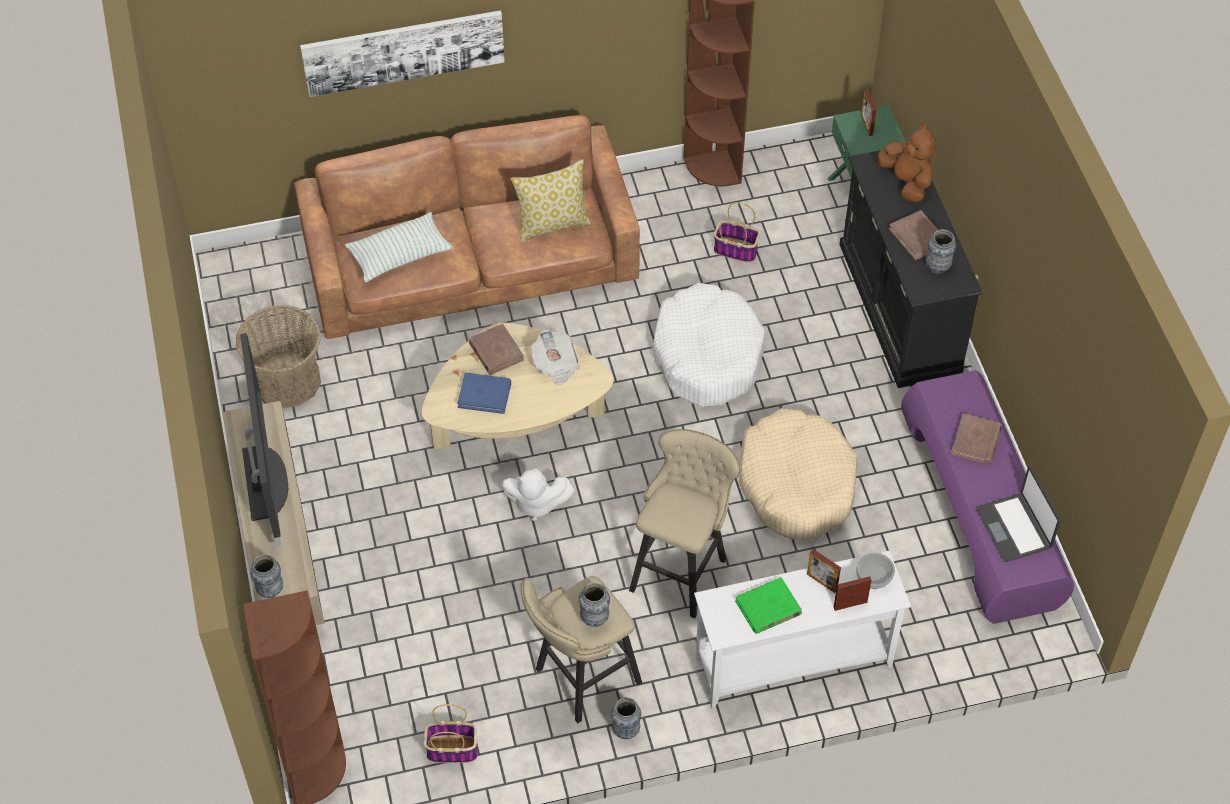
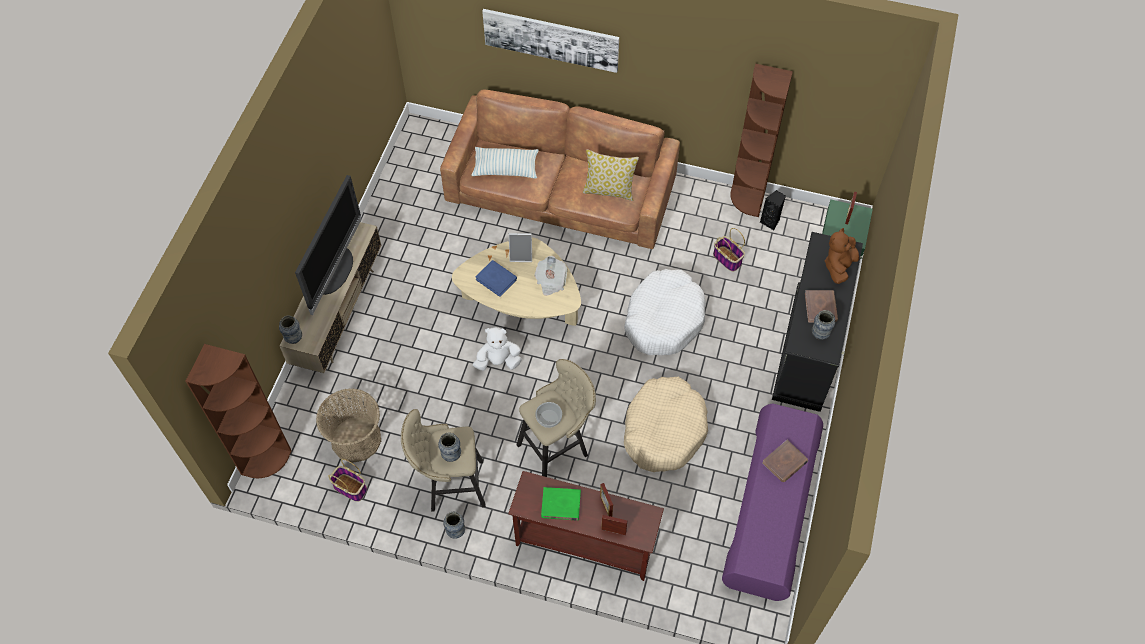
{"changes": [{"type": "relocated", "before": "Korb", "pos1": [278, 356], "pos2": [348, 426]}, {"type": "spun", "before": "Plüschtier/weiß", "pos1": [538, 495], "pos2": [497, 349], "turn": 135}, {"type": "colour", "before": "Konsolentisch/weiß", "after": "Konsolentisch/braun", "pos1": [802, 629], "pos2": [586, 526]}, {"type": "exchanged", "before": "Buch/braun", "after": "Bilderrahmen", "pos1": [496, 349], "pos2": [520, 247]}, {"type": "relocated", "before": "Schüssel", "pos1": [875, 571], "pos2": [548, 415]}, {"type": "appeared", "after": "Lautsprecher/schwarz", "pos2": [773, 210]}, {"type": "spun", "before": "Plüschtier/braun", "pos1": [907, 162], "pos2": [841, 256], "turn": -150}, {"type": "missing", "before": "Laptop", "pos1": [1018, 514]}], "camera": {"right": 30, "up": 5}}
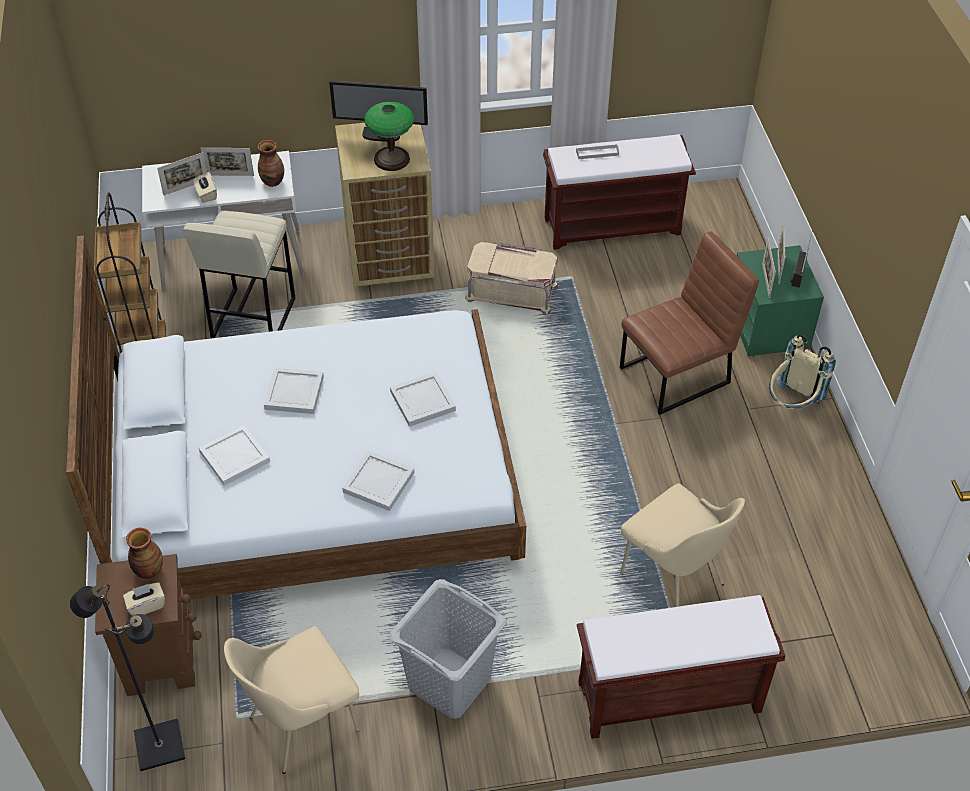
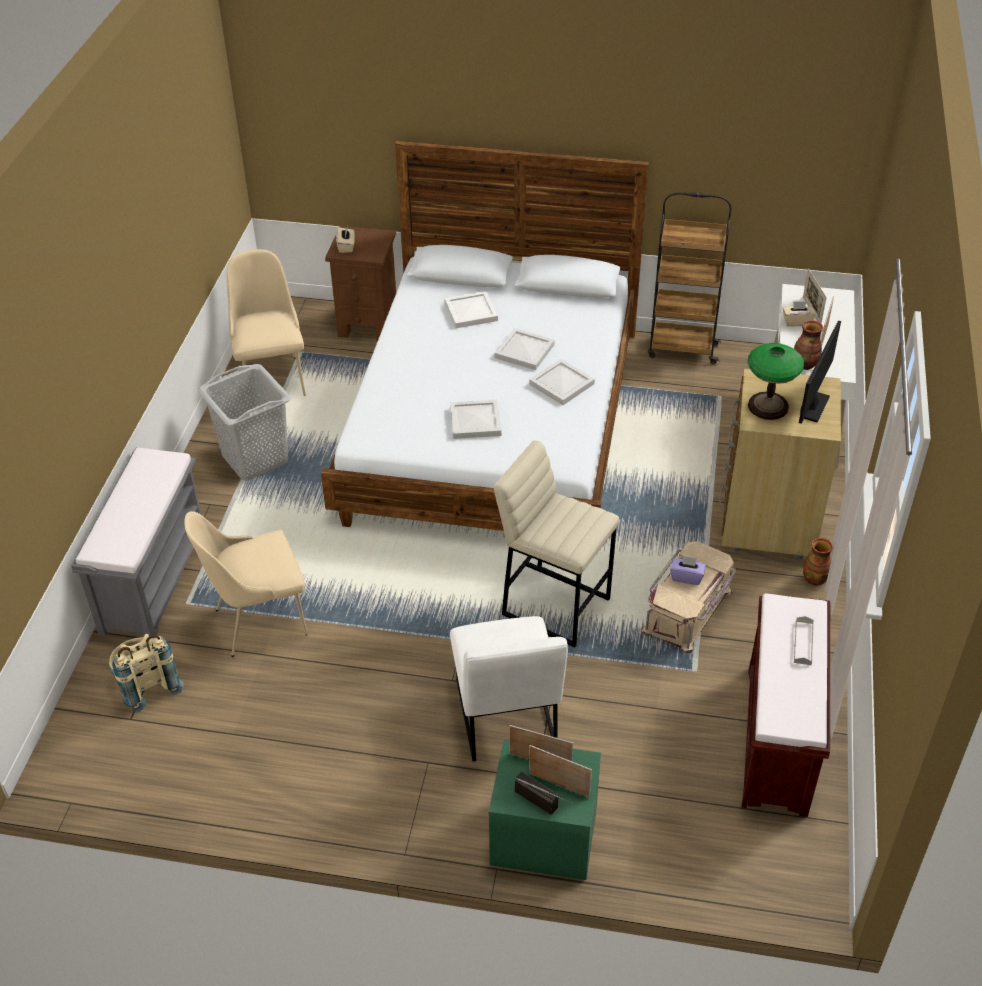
{"changes": [{"type": "colour", "before": "Bank/braun", "after": "Bank/grau", "pos1": [681, 667], "pos2": [136, 543]}, {"type": "relocated", "before": "Rucksack/beige", "pos1": [802, 371], "pos2": [146, 673]}, {"type": "colour", "before": "Stuhl/braun", "after": "Stuhl/weiß", "pos1": [689, 323], "pos2": [509, 688]}, {"type": "relocated", "before": "Hocker/beige", "pos1": [239, 274], "pos2": [556, 544]}, {"type": "relocated", "before": "Tablett/weiß", "pos1": [378, 481], "pos2": [562, 382]}, {"type": "appeared", "after": "Taschentuchbox/lila", "pos2": [688, 570]}, {"type": "relocated", "before": "Vase", "pos1": [144, 553], "pos2": [818, 562]}, {"type": "missing", "before": "Stehlampe/schwarz", "pos1": [127, 677]}], "camera": {"right": 110, "up": -5}}
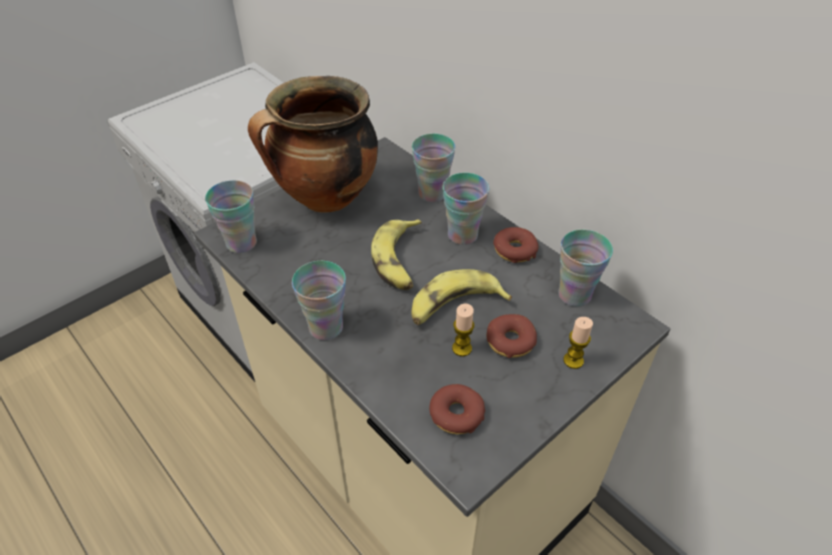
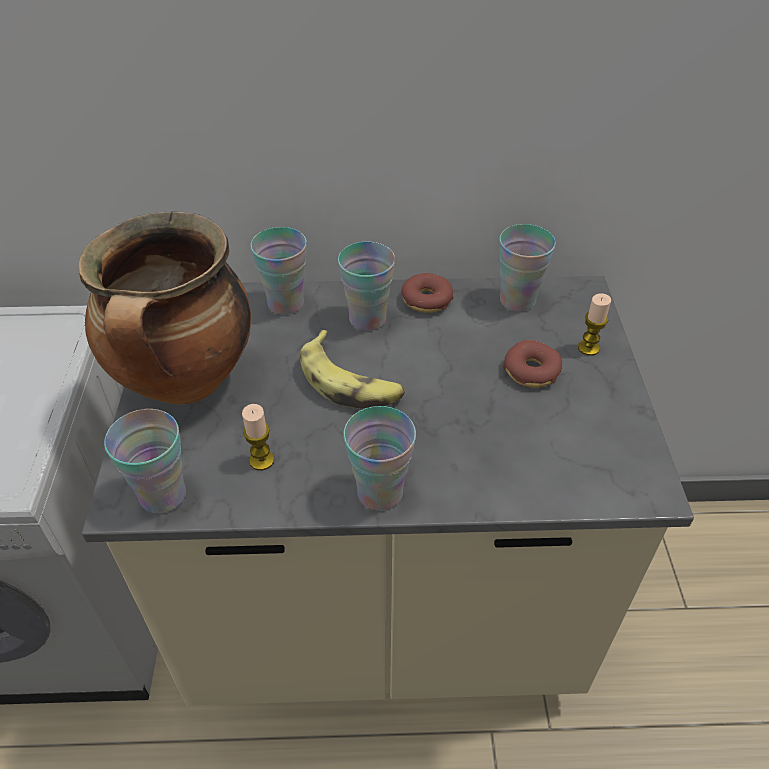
{"changes": [{"type": "relocated", "before": "Kerze", "pos1": [463, 330], "pos2": [258, 437]}, {"type": "missing", "before": "Banane", "pos1": [461, 297]}, {"type": "missing", "before": "Donut", "pos1": [457, 409]}], "camera": {"right": -50, "up": 0}}
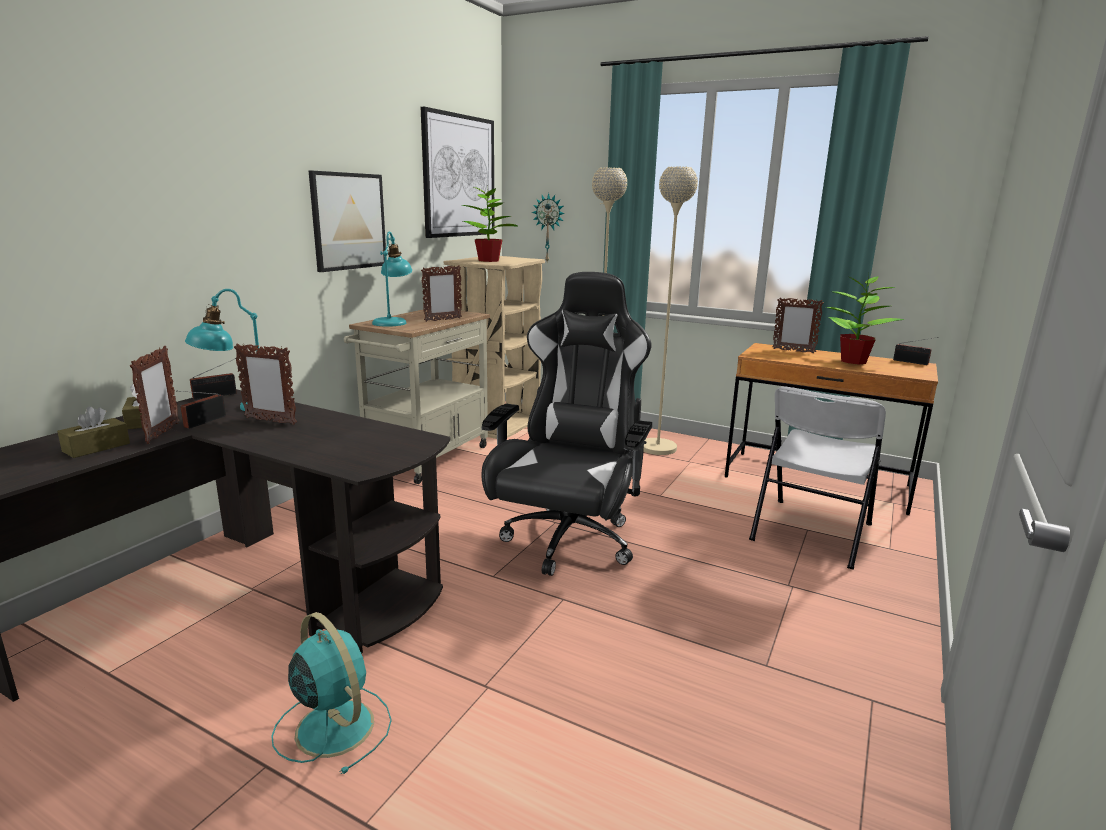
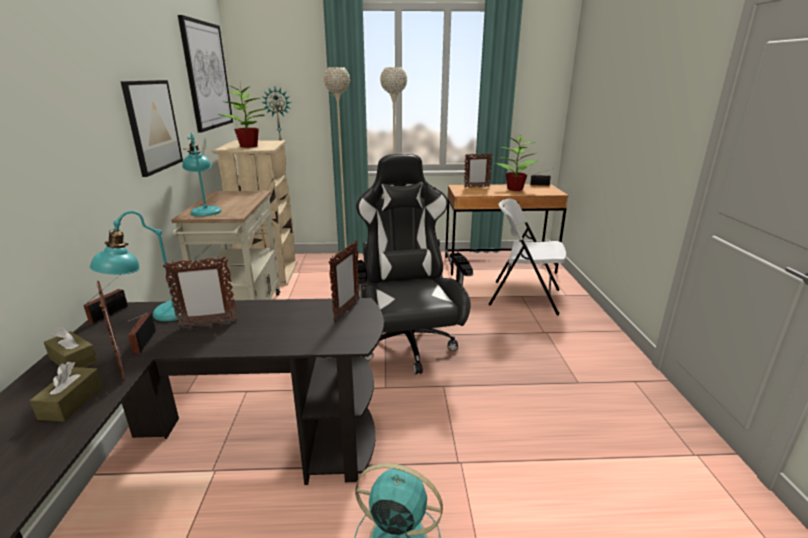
{"changes": [{"type": "relocated", "before": "Bilderrahmen", "pos1": [441, 293], "pos2": [344, 281]}, {"type": "spun", "before": "Stuhl/weiß", "pos1": [817, 478], "pos2": [527, 257], "turn": 105}], "camera": {"right": -30, "up": 5}}
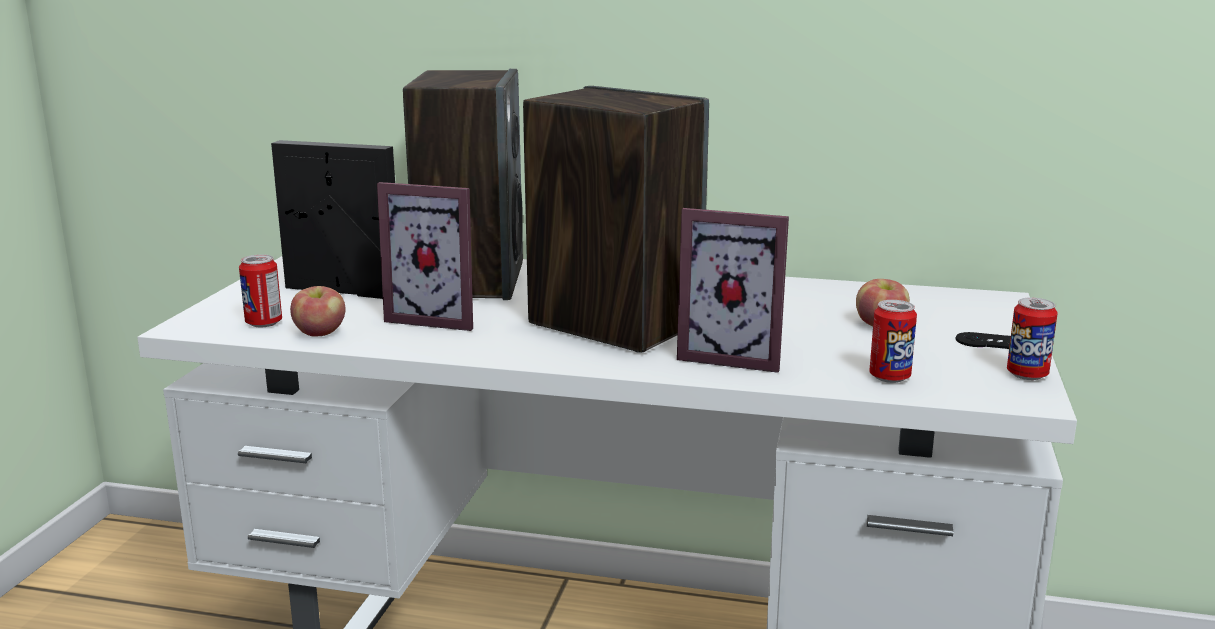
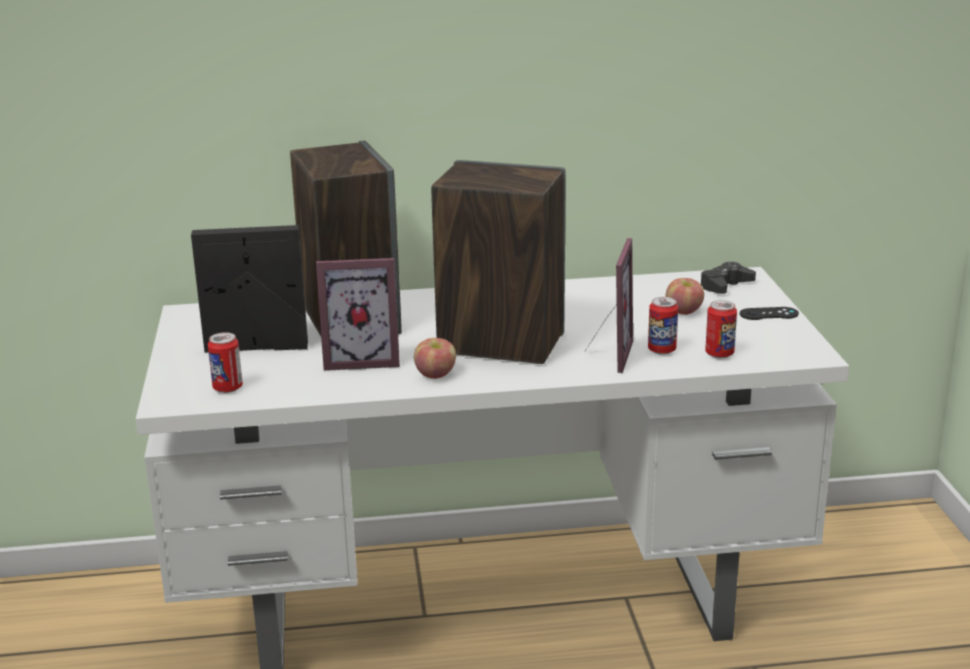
{"changes": [{"type": "relocated", "before": "Apfel", "pos1": [318, 311], "pos2": [435, 358]}, {"type": "spun", "before": "Bilderrahmen", "pos1": [733, 290], "pos2": [608, 305], "turn": -75}, {"type": "relocated", "before": "Dose", "pos1": [1032, 338], "pos2": [663, 326]}, {"type": "appeared", "after": "Gamepad/schwarz", "pos2": [728, 278]}], "camera": {"right": -20, "up": 5}}
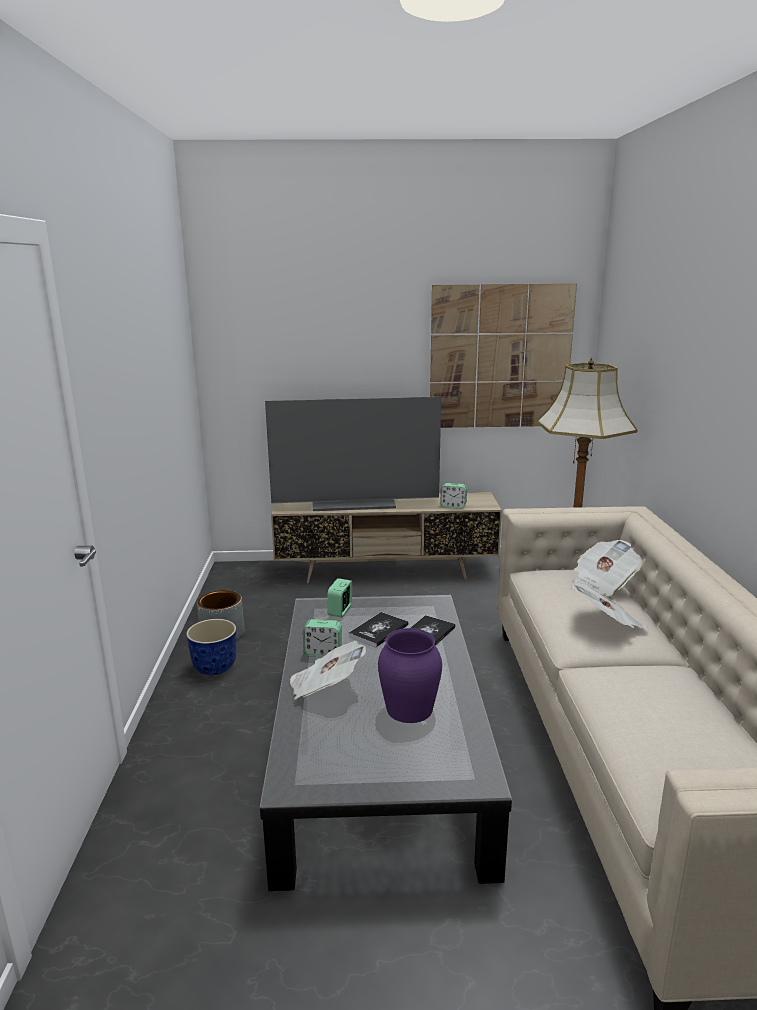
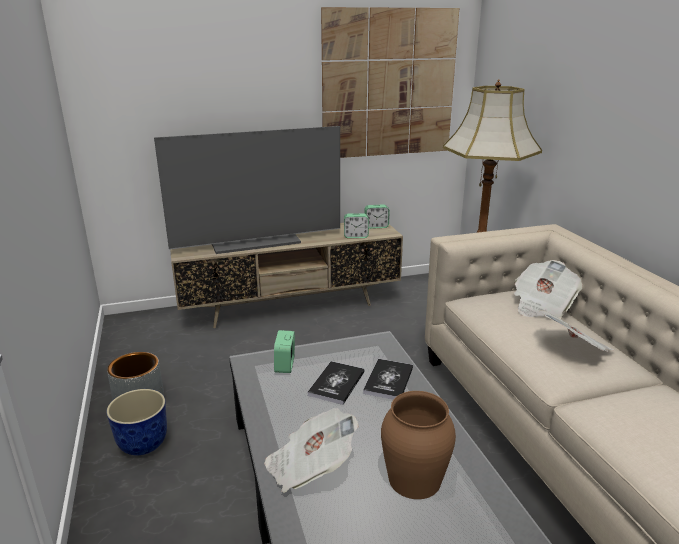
{"changes": [{"type": "relocated", "before": "Wecker", "pos1": [322, 638], "pos2": [376, 216]}, {"type": "colour", "before": "Vase/lila", "after": "Vase/braun", "pos1": [410, 675], "pos2": [418, 445]}], "camera": {"right": -15, "up": 5}}
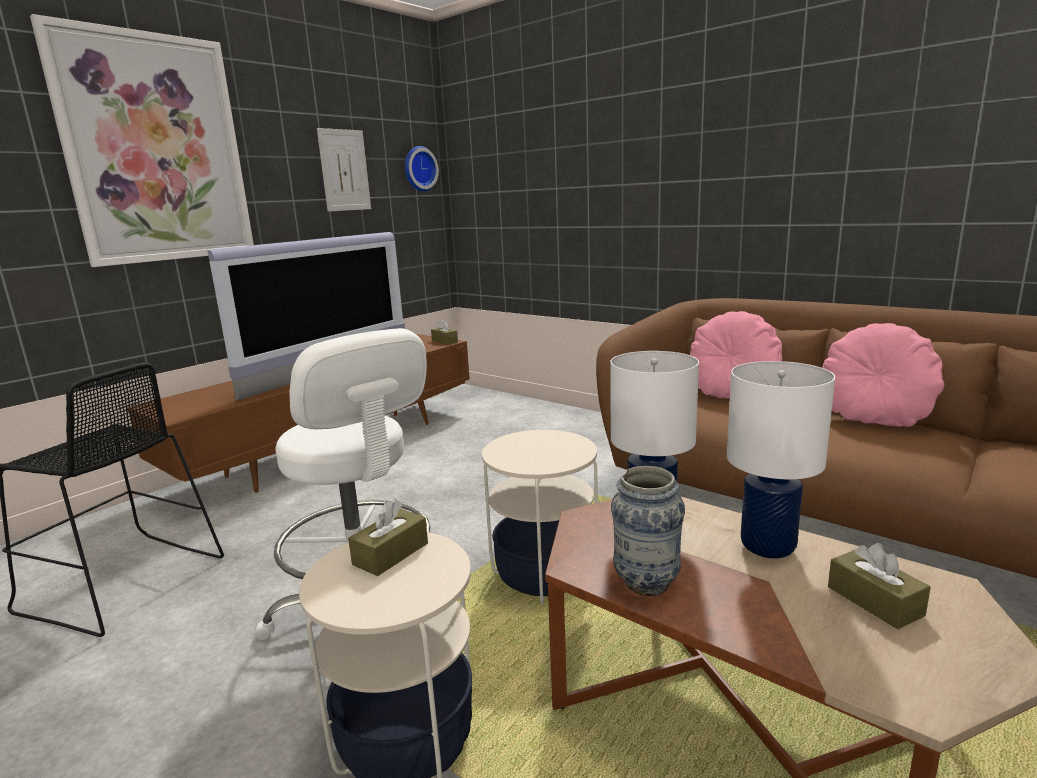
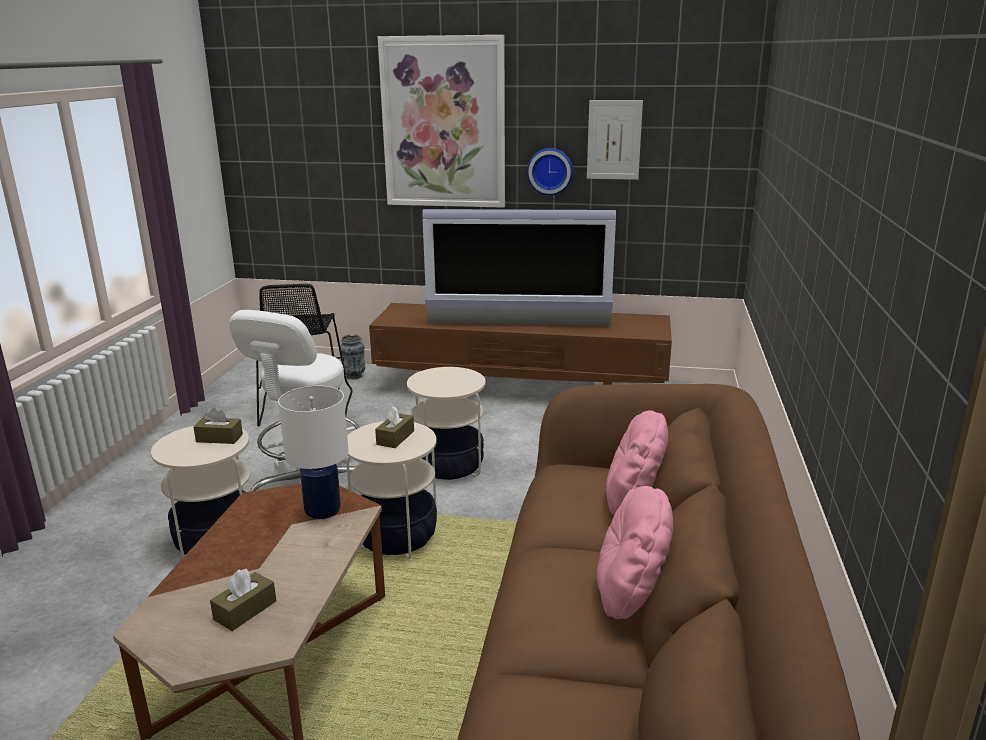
{"changes": [{"type": "relocated", "before": "Vase", "pos1": [648, 531], "pos2": [352, 356]}, {"type": "relocated", "before": "Taschentuchbox/braun", "pos1": [444, 332], "pos2": [394, 427]}, {"type": "appeared", "after": "Beistelltisch/beige", "pos2": [446, 424]}, {"type": "relocated", "before": "Wanduhr", "pos1": [422, 168], "pos2": [550, 171]}, {"type": "missing", "before": "Tischlampe/weiß", "pos1": [781, 460]}], "camera": {"right": 60, "up": 5}}
